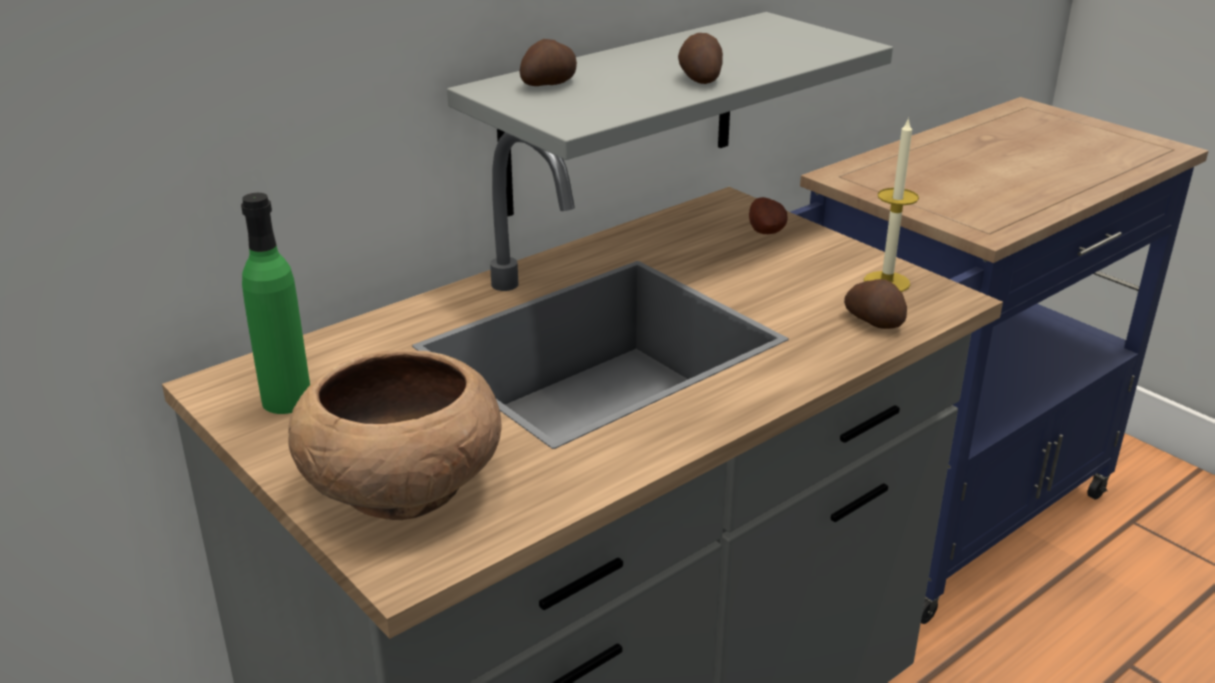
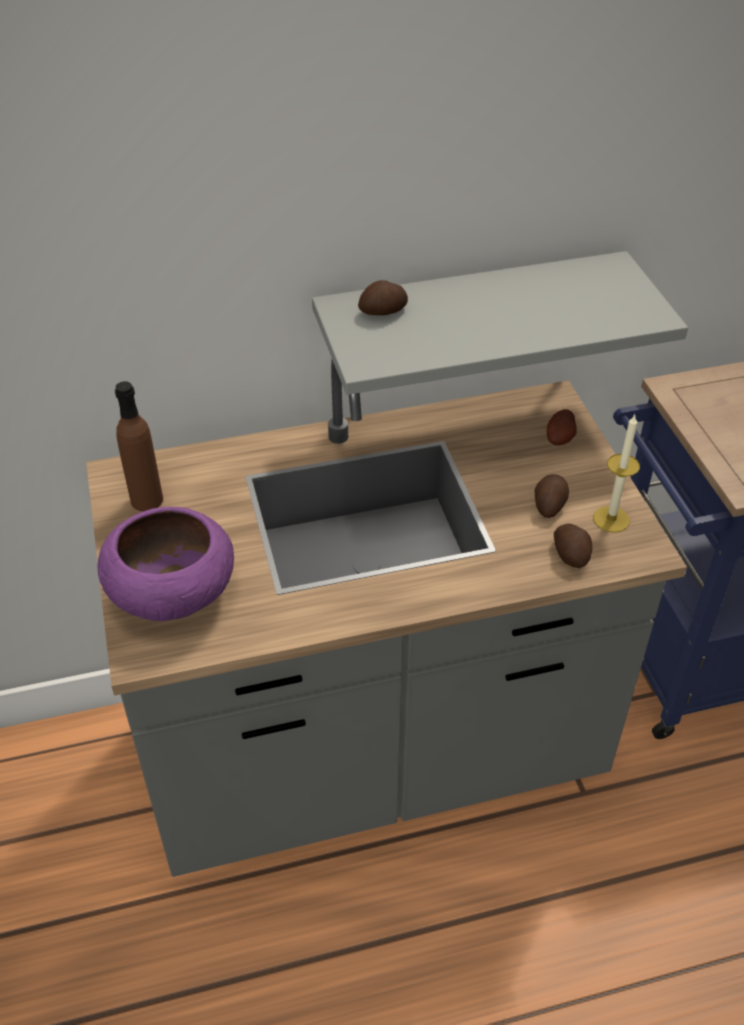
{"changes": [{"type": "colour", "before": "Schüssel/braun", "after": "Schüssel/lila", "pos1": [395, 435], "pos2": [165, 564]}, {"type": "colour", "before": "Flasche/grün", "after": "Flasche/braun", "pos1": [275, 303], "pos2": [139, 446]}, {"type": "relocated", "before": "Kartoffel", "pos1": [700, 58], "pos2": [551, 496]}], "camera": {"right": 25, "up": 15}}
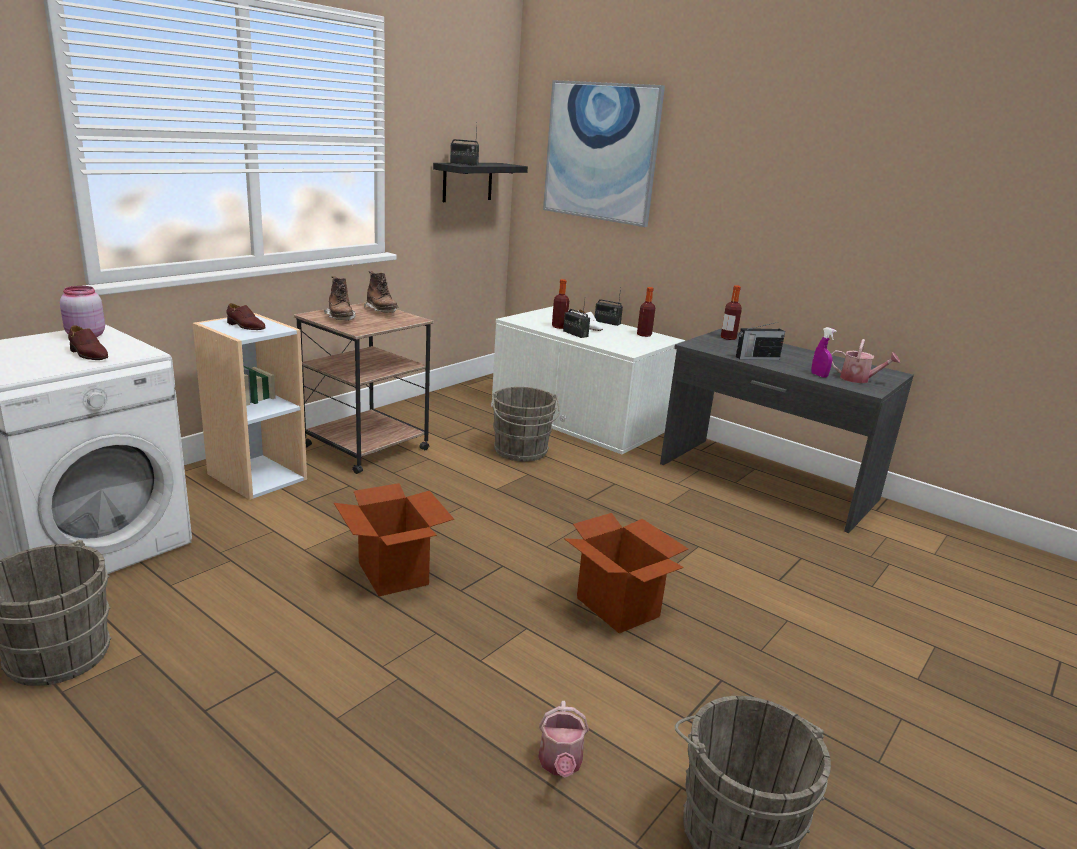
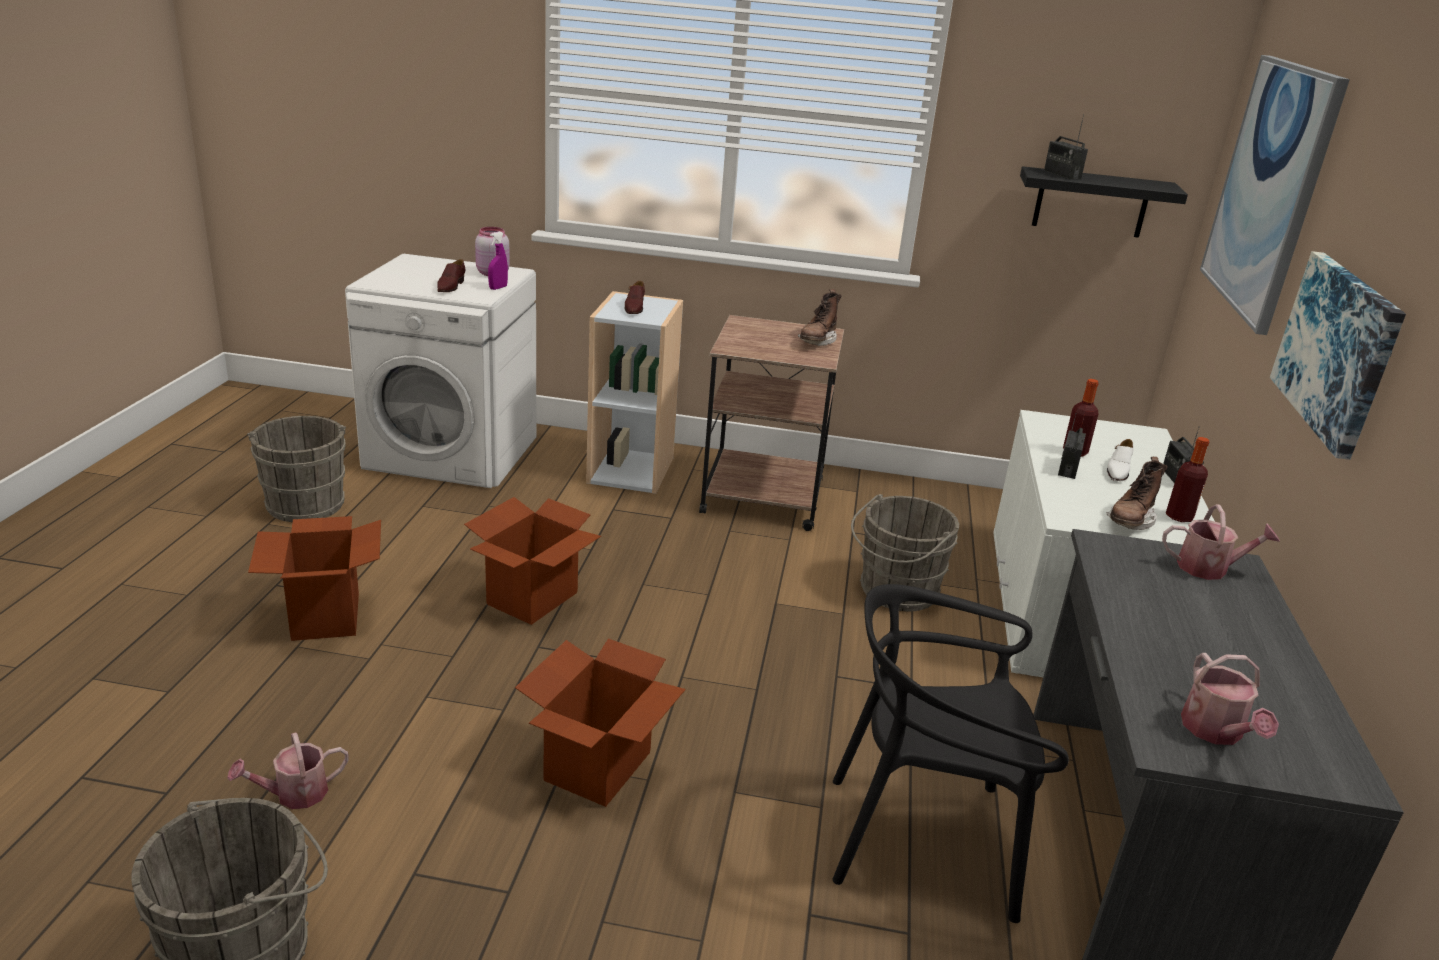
{"changes": [{"type": "appeared", "after": "Karton", "pos2": [314, 578]}, {"type": "relocated", "before": "Sprühflasche/lila", "pos1": [824, 352], "pos2": [498, 260]}, {"type": "appeared", "after": "Stuhl/schwarz", "pos2": [950, 753]}, {"type": "relocated", "before": "Stiefel/braun", "pos1": [340, 298], "pos2": [1136, 493]}, {"type": "exchanged", "before": "Flasche", "after": "Gießkanne", "pos1": [731, 312], "pos2": [1221, 542]}, {"type": "appeared", "after": "Bild", "pos2": [1338, 355]}, {"type": "missing", "before": "Radio", "pos1": [760, 341]}], "camera": {"right": 60, "up": 5}}
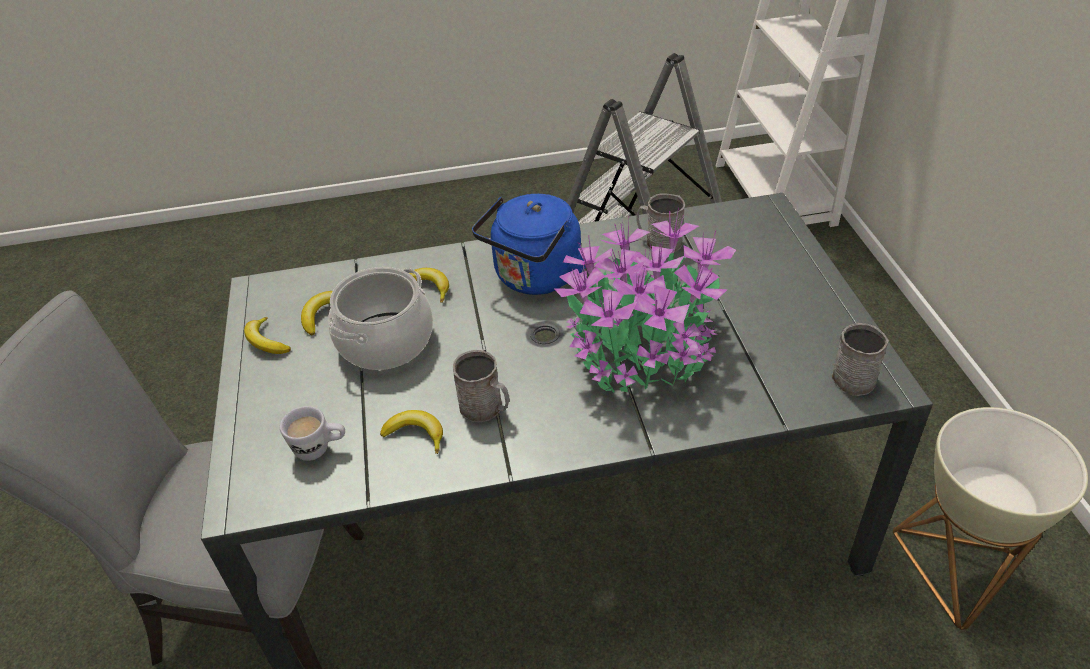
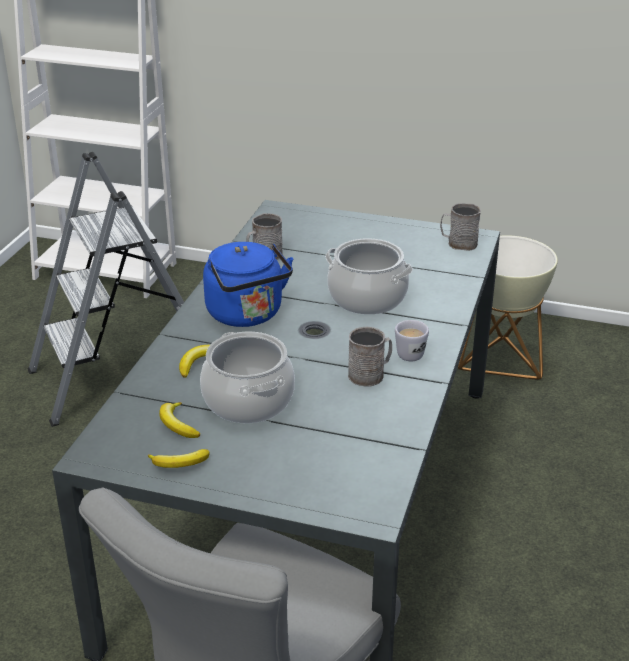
{"changes": [{"type": "exchanged", "before": "Topfpflanze", "after": "Kochtopf", "pos1": [645, 300], "pos2": [369, 276]}, {"type": "relocated", "before": "Henkelbecher/weiß", "pos1": [312, 433], "pos2": [412, 340]}, {"type": "missing", "before": "Banane", "pos1": [411, 432]}], "camera": {"right": -65, "up": -10}}
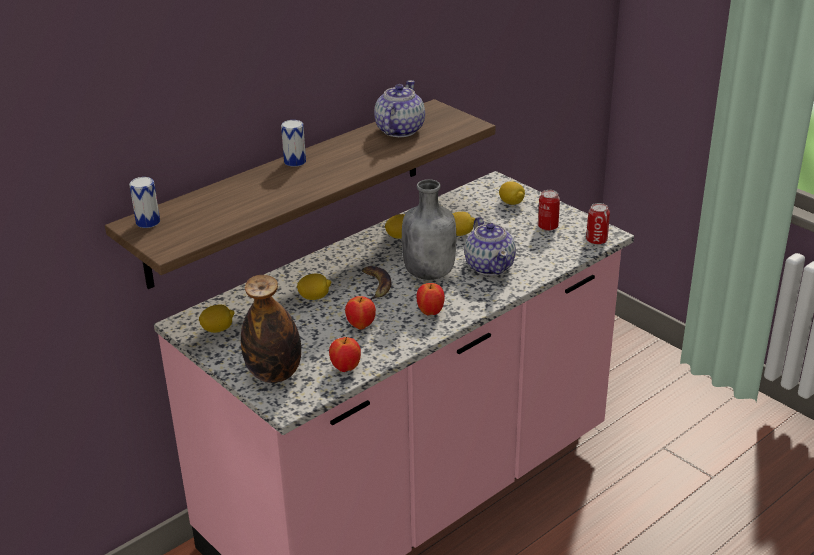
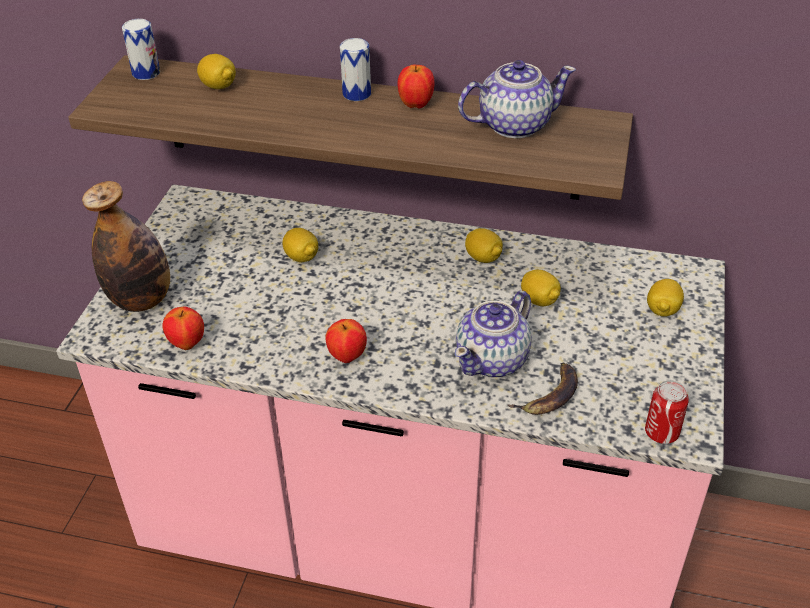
{"changes": [{"type": "relocated", "before": "Zitrone", "pos1": [216, 319], "pos2": [216, 71]}, {"type": "relocated", "before": "Apfel", "pos1": [360, 313], "pos2": [416, 86]}, {"type": "relocated", "before": "Banane", "pos1": [376, 283], "pos2": [543, 388]}, {"type": "missing", "before": "Flasche/grau", "pos1": [429, 229]}, {"type": "missing", "before": "Dose", "pos1": [549, 210]}], "camera": {"right": 55, "up": 10}}
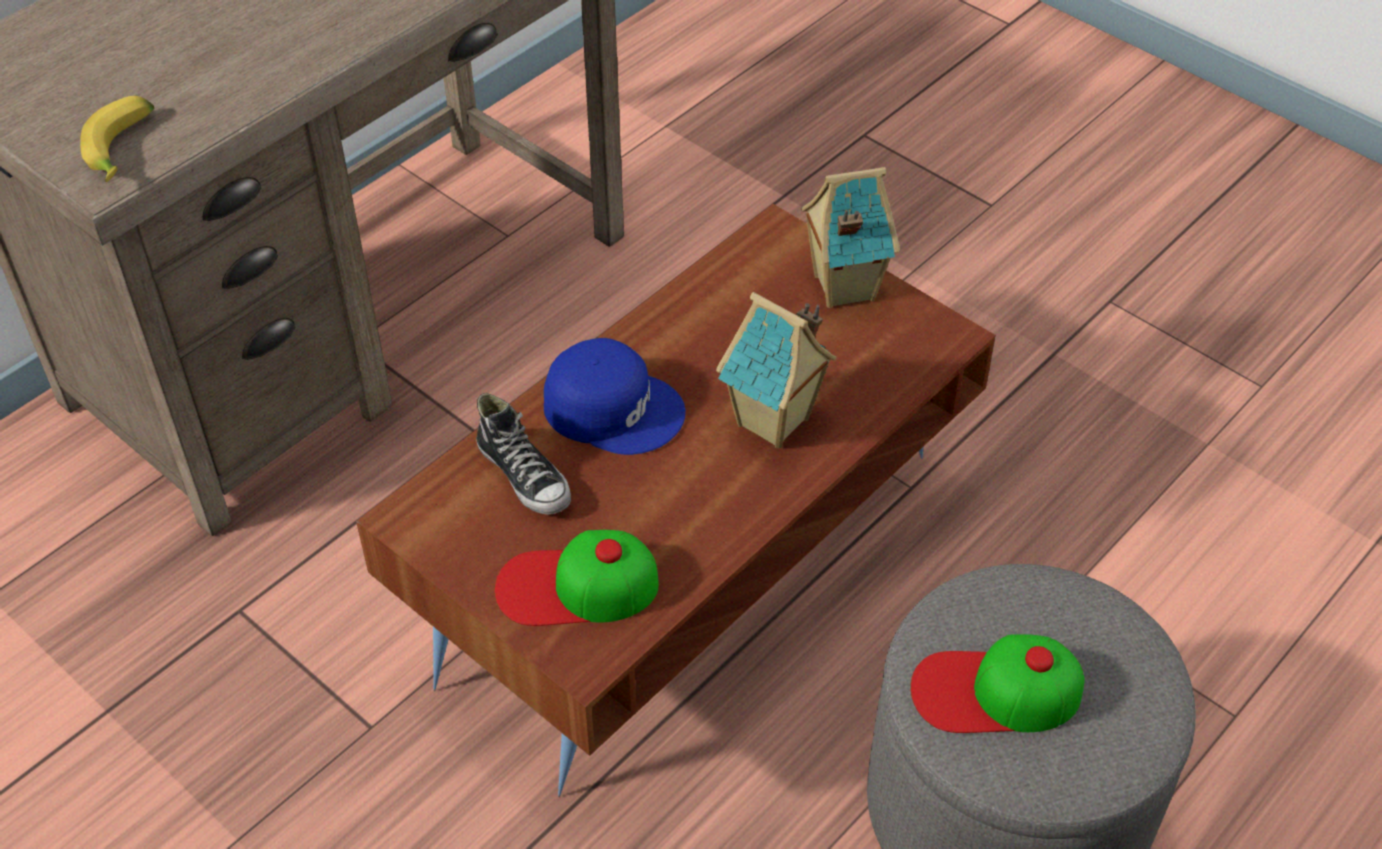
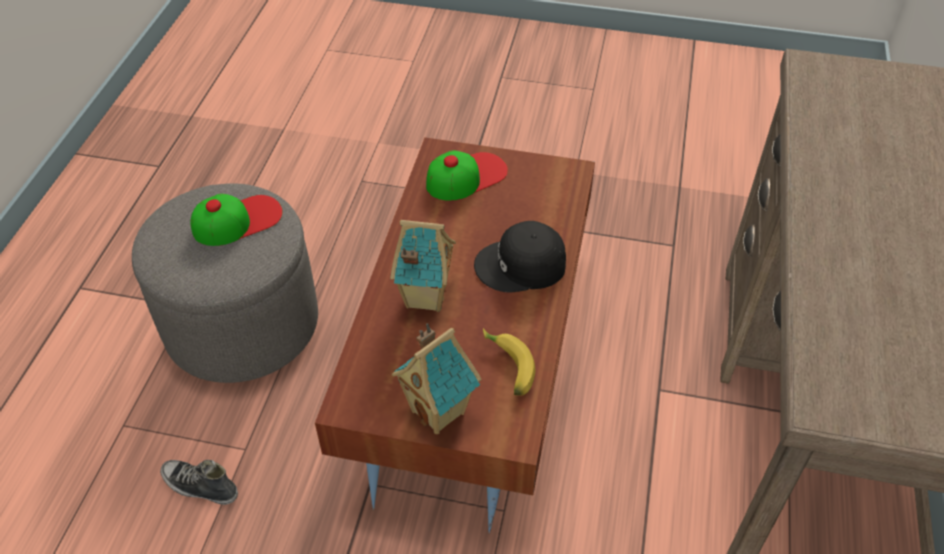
{"changes": [{"type": "relocated", "before": "Schuh", "pos1": [523, 454], "pos2": [199, 482]}, {"type": "colour", "before": "Kappe/blau", "after": "Kappe/schwarz", "pos1": [614, 396], "pos2": [520, 256]}, {"type": "relocated", "before": "Banane", "pos1": [117, 139], "pos2": [509, 362]}], "camera": {"right": 150, "up": 0}}
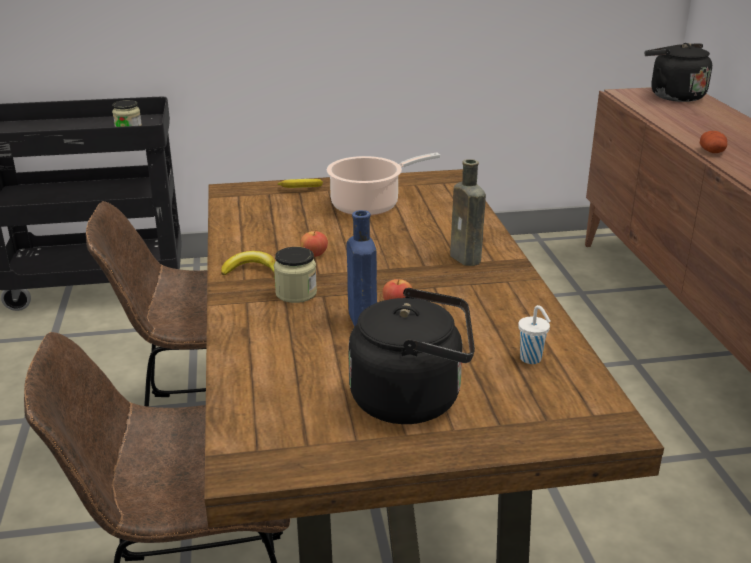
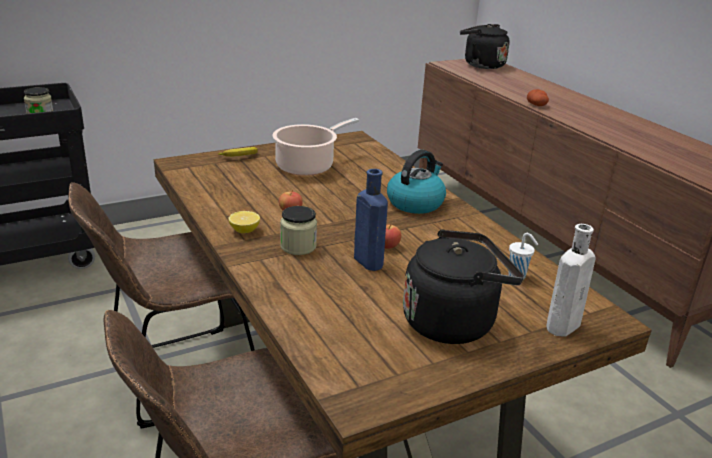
{"changes": [{"type": "exchanged", "before": "Banane", "after": "Zitrone", "pos1": [248, 263], "pos2": [244, 222]}, {"type": "exchanged", "before": "Flasche/braun", "after": "Wasserkessel", "pos1": [468, 212], "pos2": [416, 182]}, {"type": "appeared", "after": "Flasche/weiß", "pos2": [571, 280]}], "camera": {"right": -20, "up": 0}}
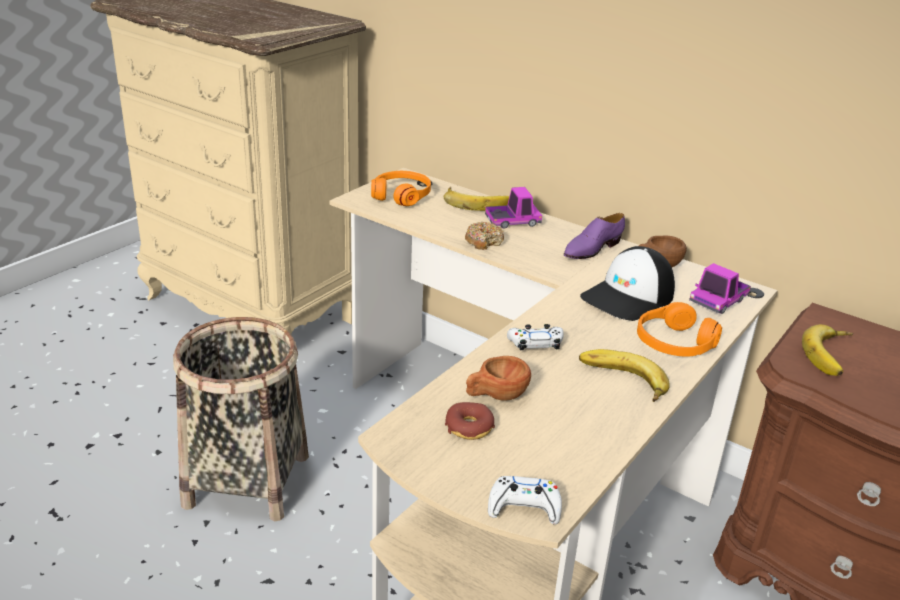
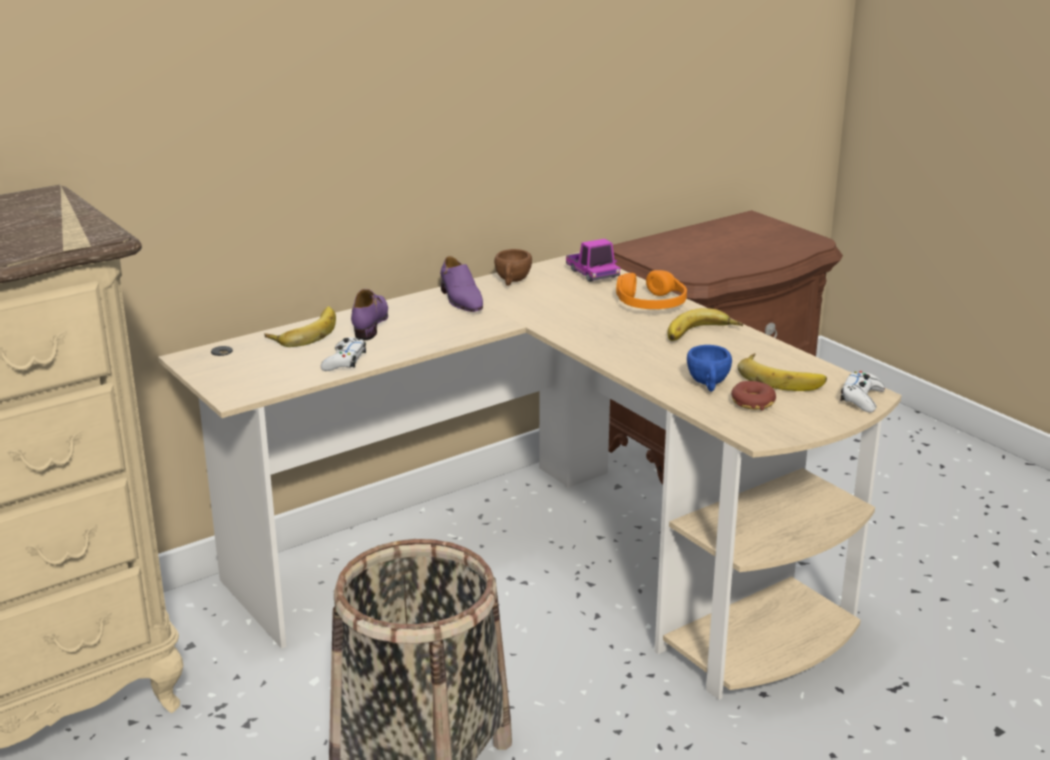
{"changes": [{"type": "relocated", "before": "Gamepad/weiß", "pos1": [535, 337], "pos2": [343, 354]}, {"type": "exchanged", "before": "Spielzeuglaster", "after": "Schuh/lila", "pos1": [513, 208], "pos2": [369, 314]}, {"type": "colour", "before": "Tasse/braun", "after": "Tasse/blau", "pos1": [498, 378], "pos2": [709, 368]}, {"type": "relocated", "before": "Banane", "pos1": [828, 350], "pos2": [782, 372]}, {"type": "missing", "before": "Kopfhörer/orange", "pos1": [401, 188]}, {"type": "missing", "before": "Donut", "pos1": [484, 236]}, {"type": "missing", "before": "Kappe", "pos1": [627, 283]}], "camera": {"right": -70, "up": -5}}
